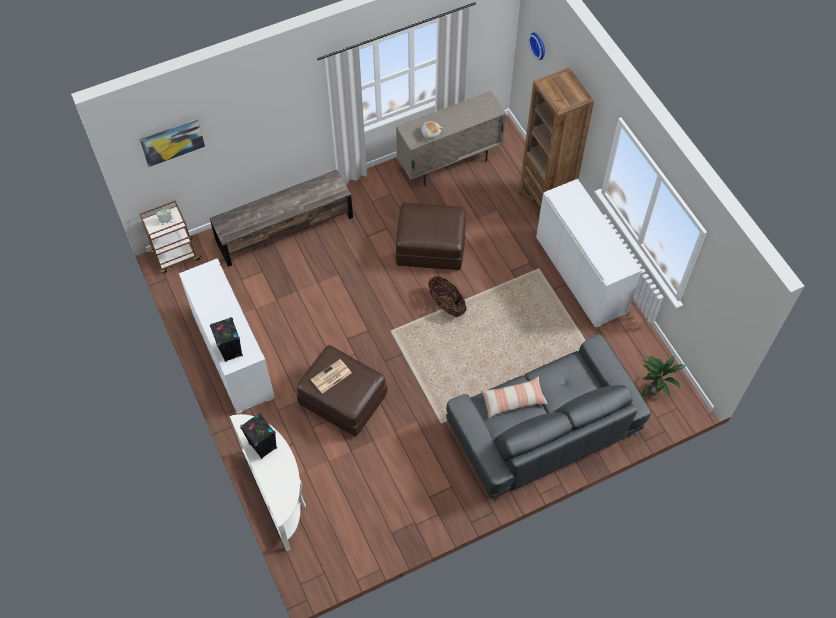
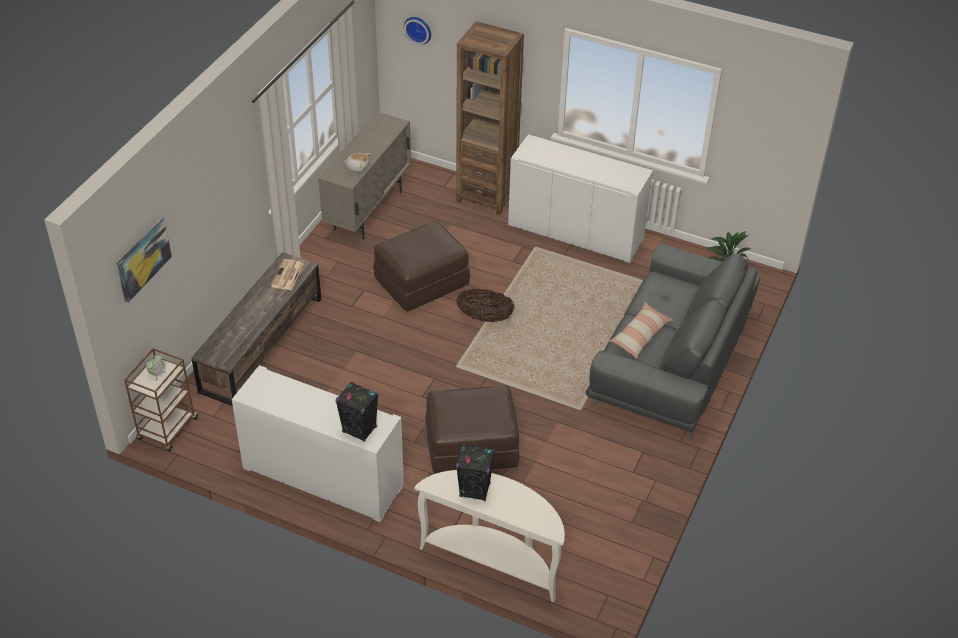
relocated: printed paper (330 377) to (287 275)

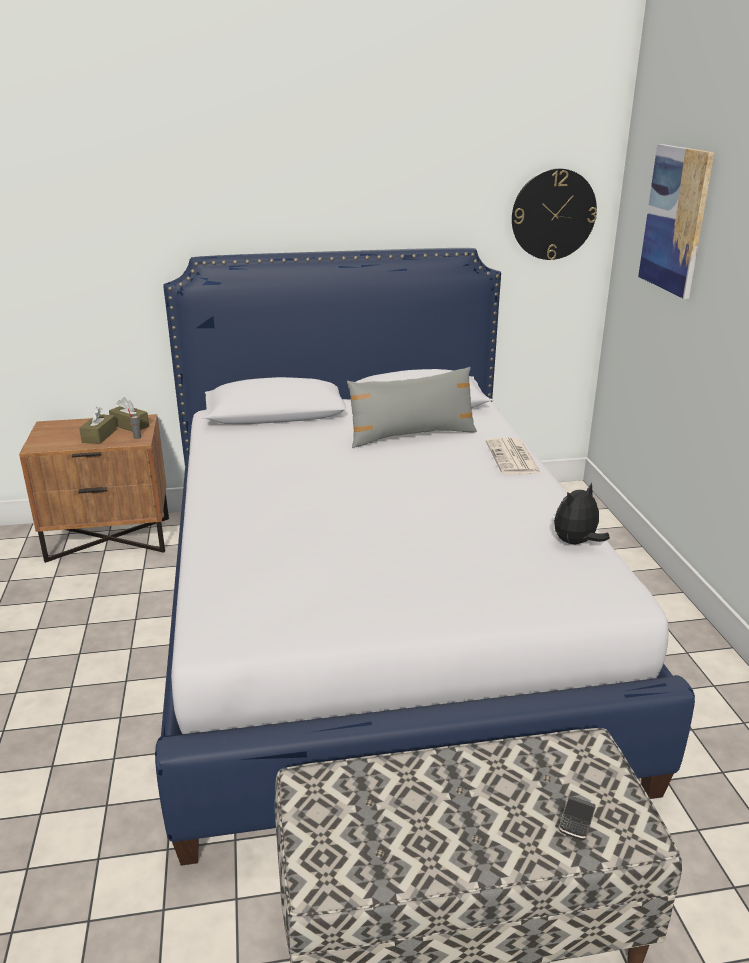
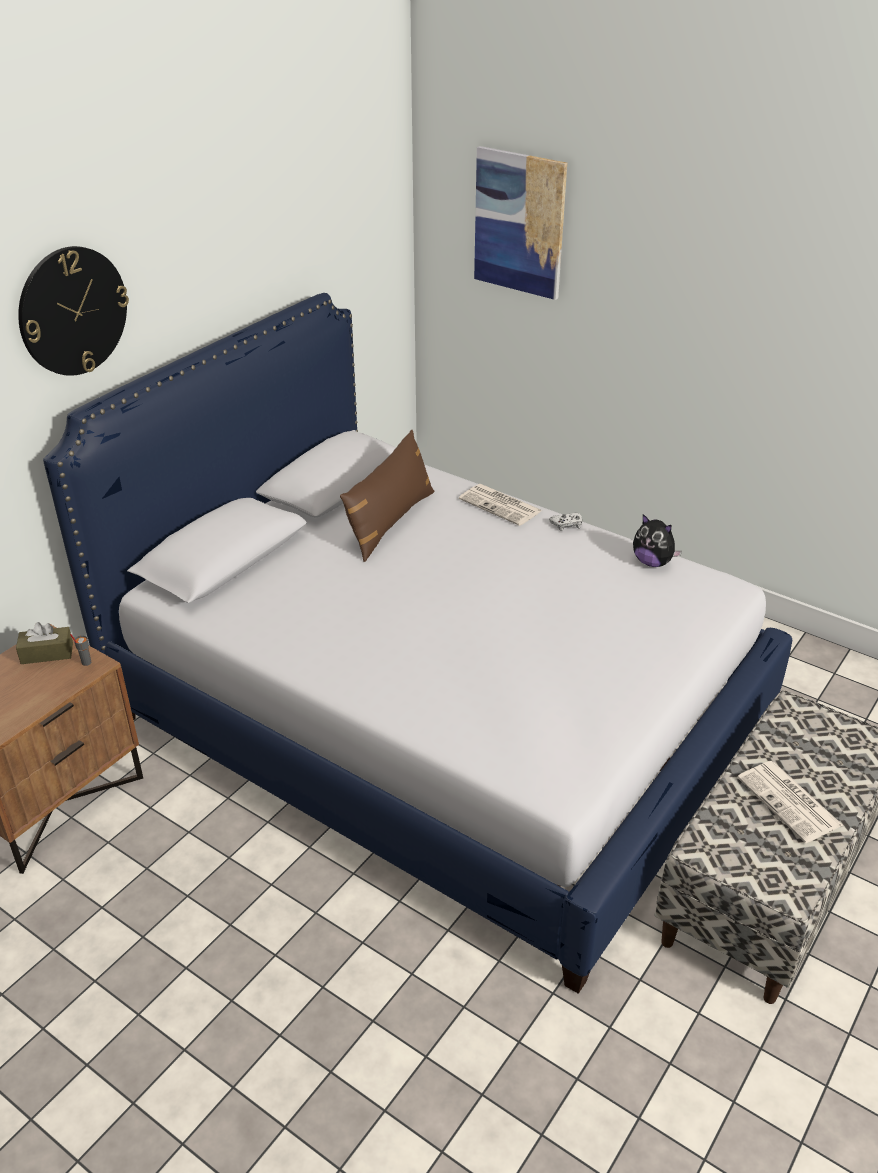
missing: brown-coloured tissue holder (99 436); telephone (576 820)
appeared: whitish game controller (567 525); printed paper (790 802)
relocated: clock on the wall (553 214) to (73 311)
colour: gray cushion (412 435) to brown-coloured cushion (389 522)
spun: cuddly toy (576 543) = (652 562) 60 degrees counterclockwise

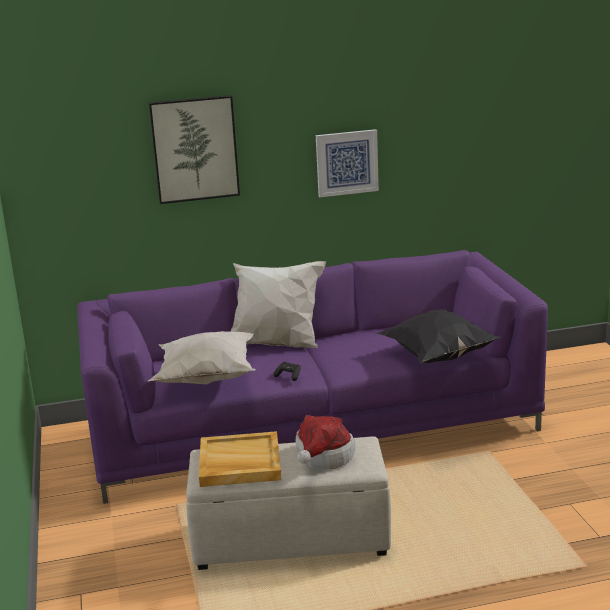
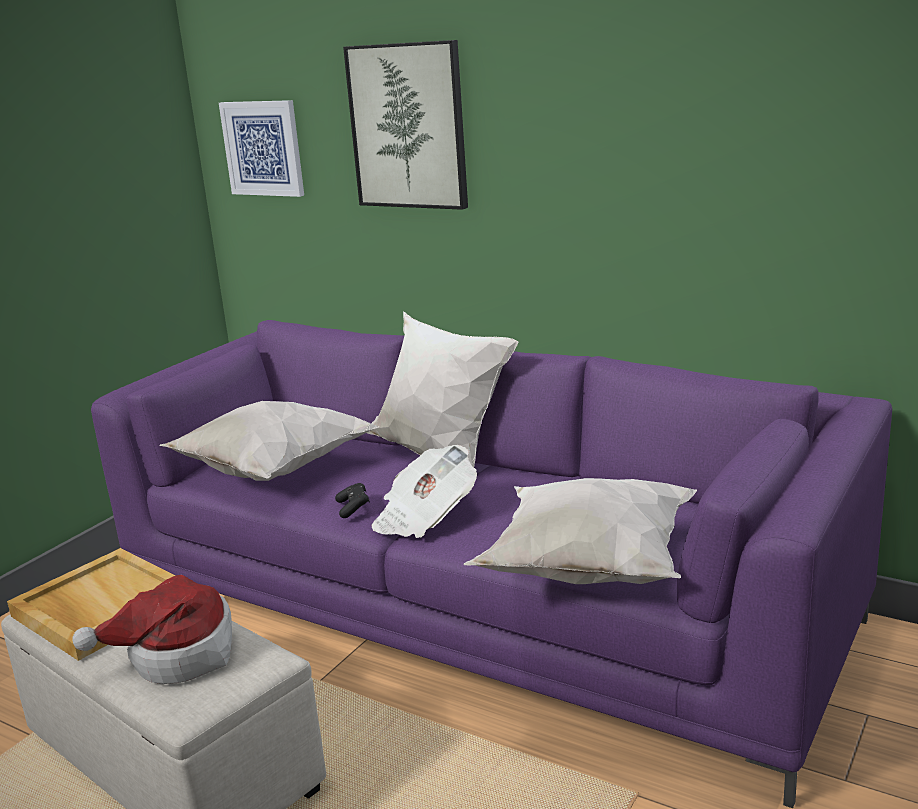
appeared: printed paper (424 518)
relocated: wall art (346 163) to (263 148)
colour: blackish cushion (436 357) to whitish cushion (587 570)

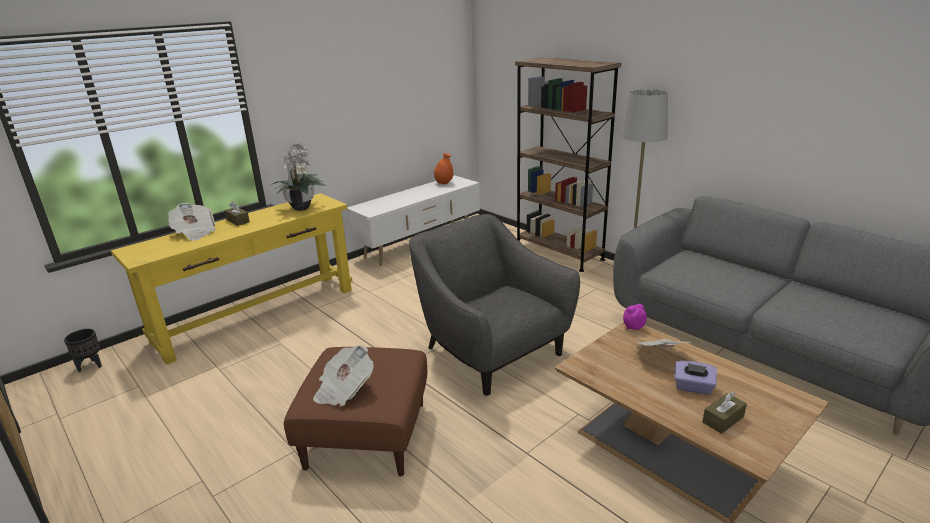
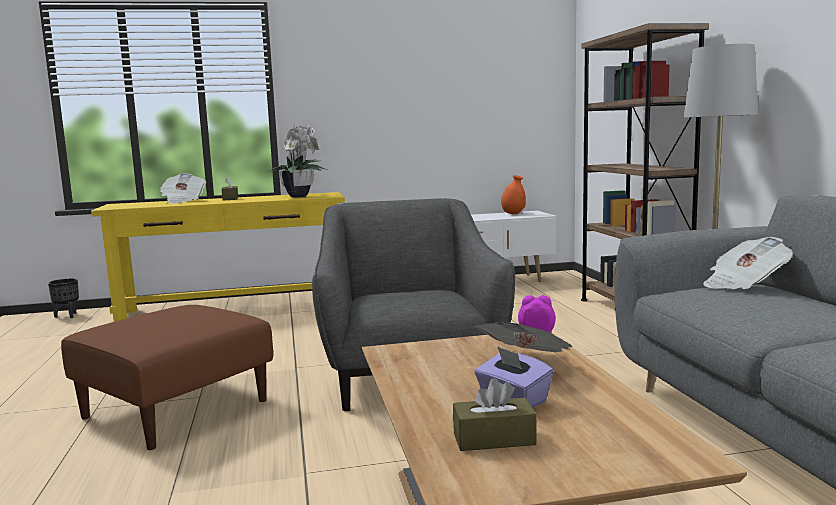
relocated: printed paper (344 389) to (743 284)

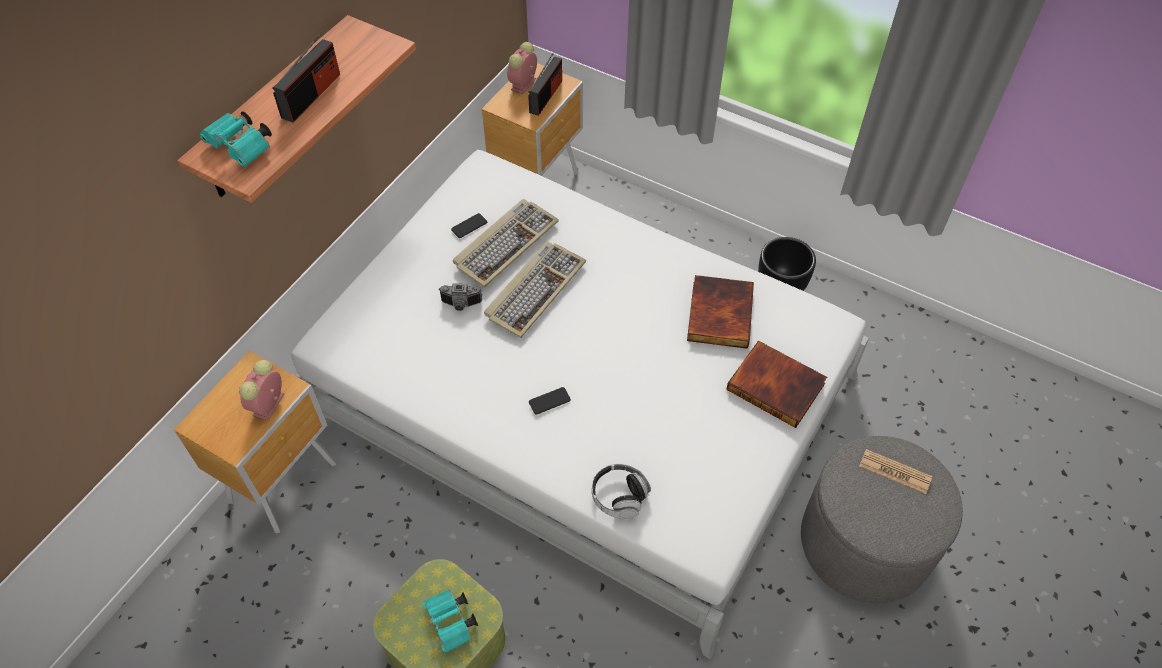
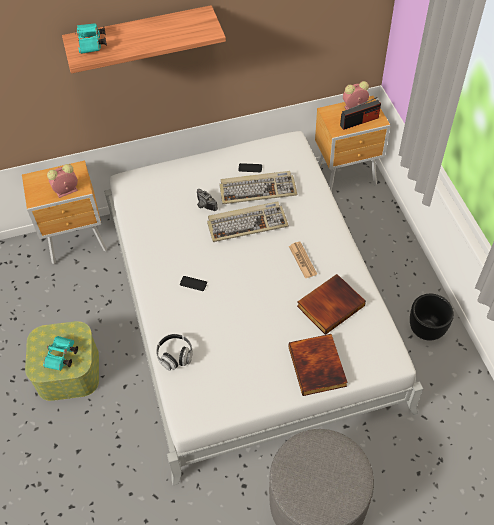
missing: radio set (311 95)
relocated: printed paper (895 472) to (302 260)

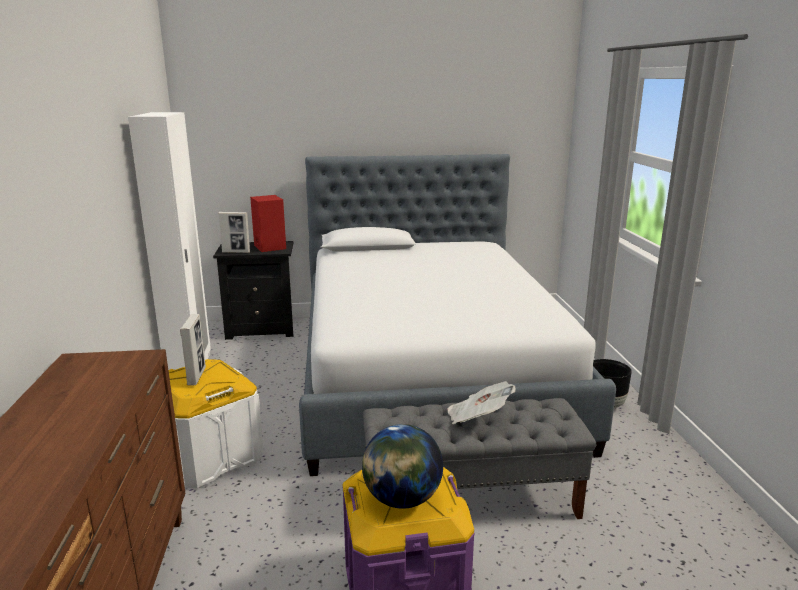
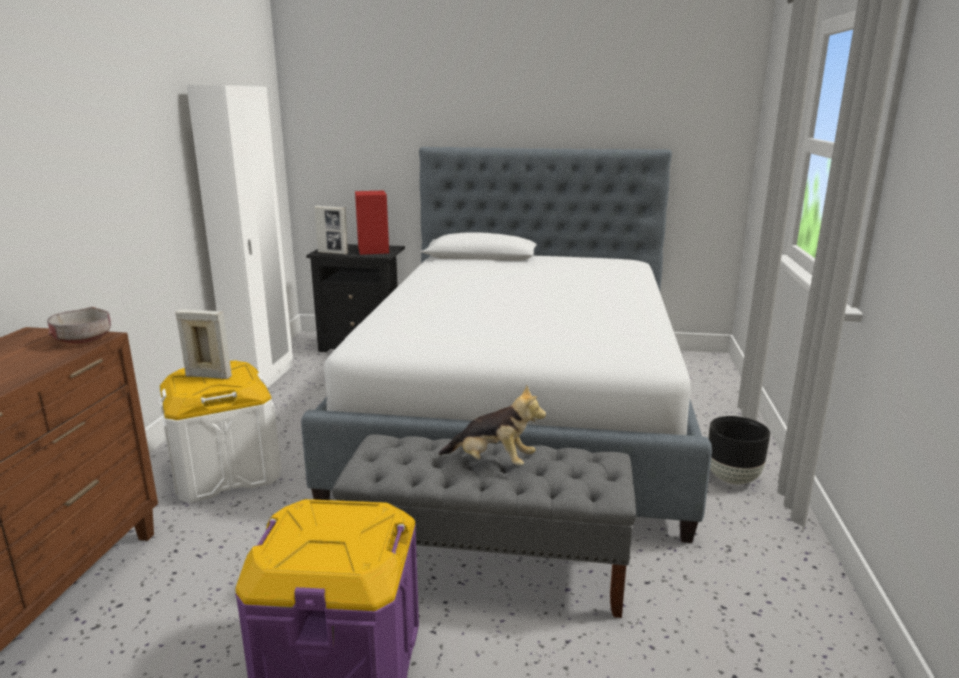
missing: world globe (402 499)
appeared: gray bowl (82 340)
exchanged: printed paper (478 418) to cuddly toy (493 462)
spun: photo frame (196 376) = (208 376) 90 degrees counterclockwise

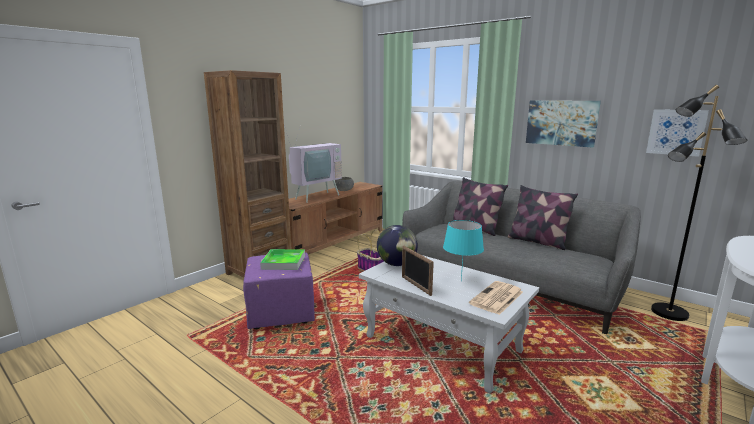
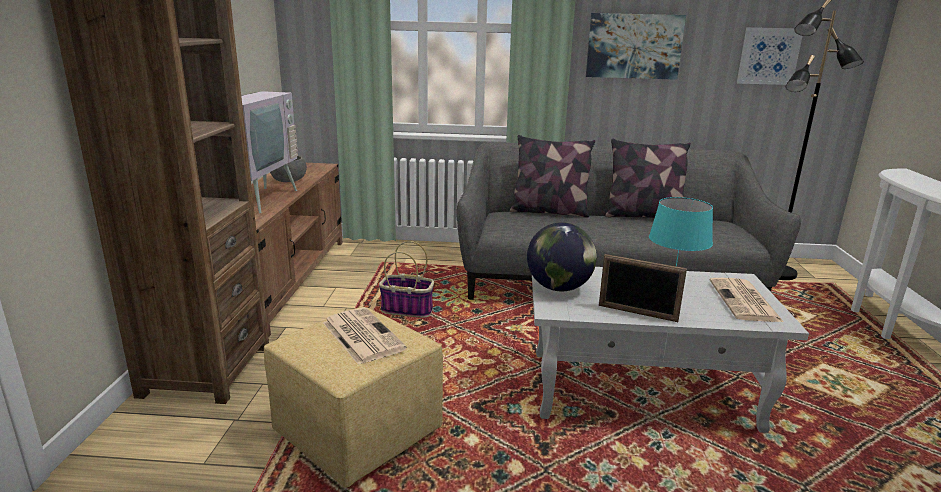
exchanged: serving tray (283 262) to printed paper (361 335)
colour: purple ottoman (280 313) to yellow ottoman (355 435)

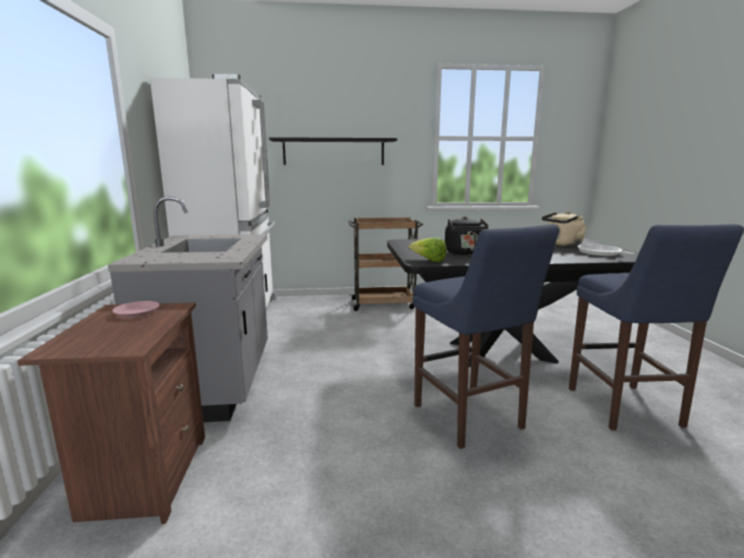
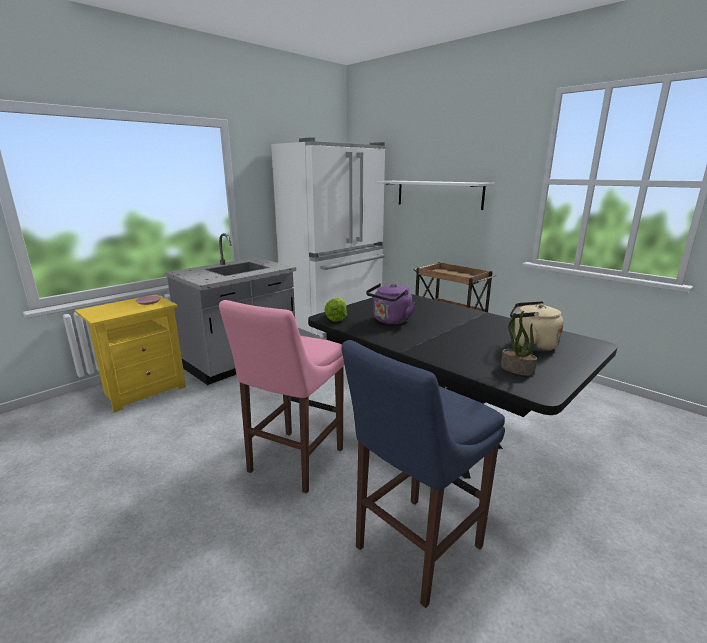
exchanged: pan (601 254) to potted plant (516 369)
colour: blackish wall shelf (333 152) to whitish wall shelf (438 194); blackish kettle (464 253) to purple kettle (390 321); blue sitting stool (470 419) to pink sitting stool (293 462); brown-coloured nightstand (145 476) to yellow nightstand (143 390)

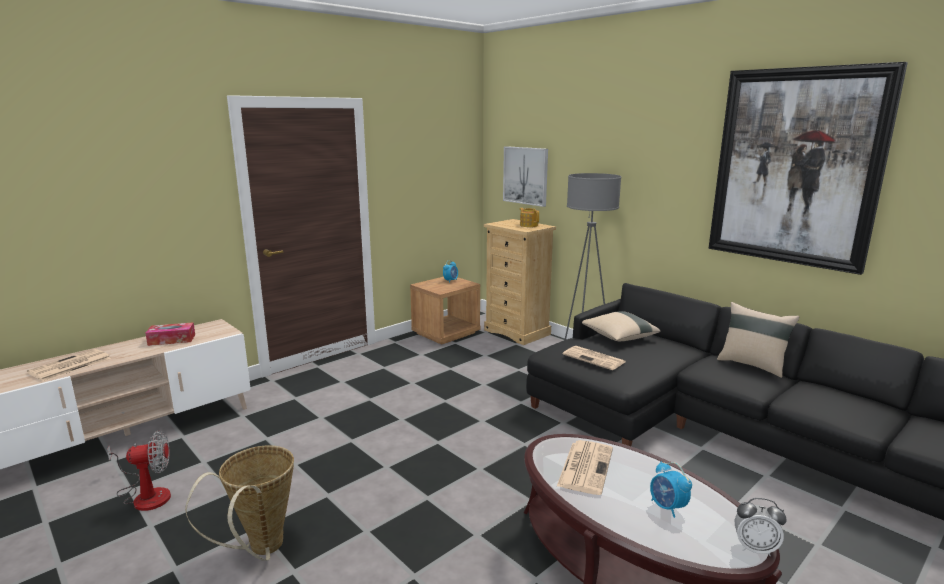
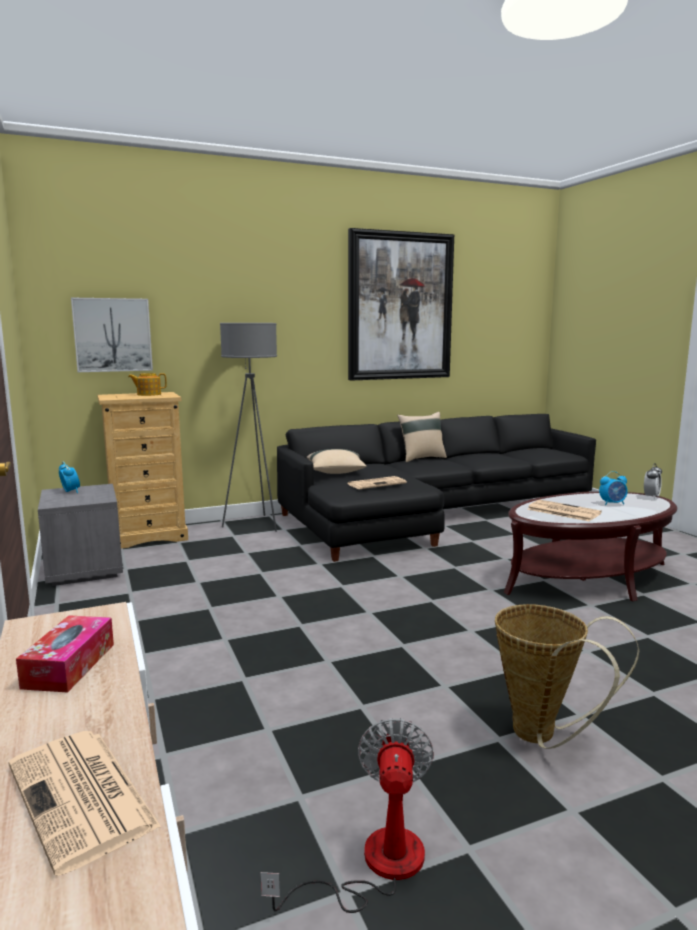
colour: brown-coloured nightstand (446 333) to gray nightstand (84 569)

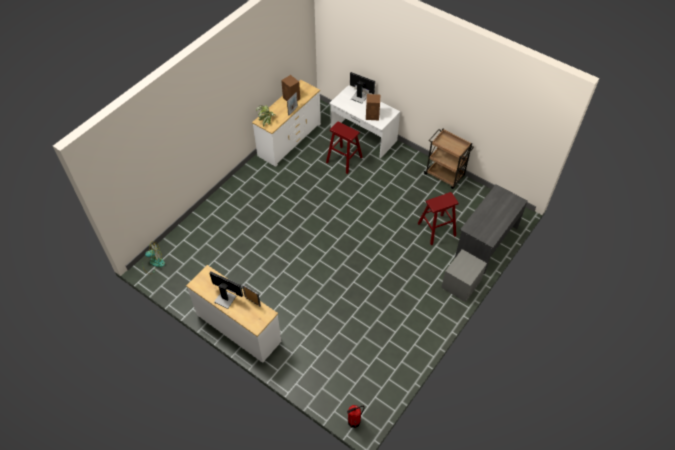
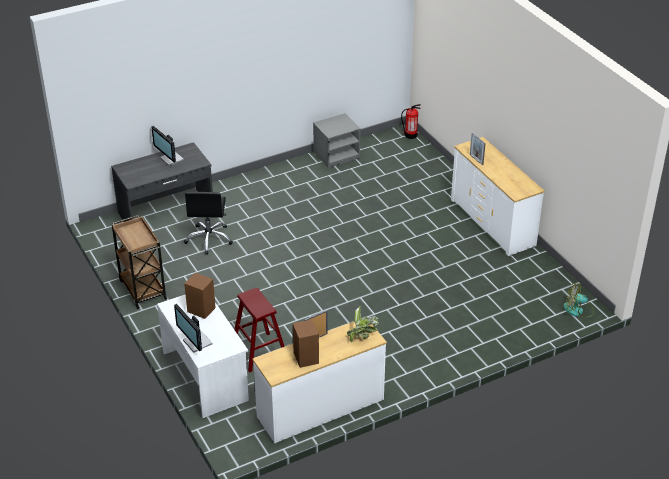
relocated: gray nightstand (461 284) to (336 155); computer screen (225 298) to (171 159)
exchanged: red-coloured sitting stool (436 229) to blackish office chair (209 239)

